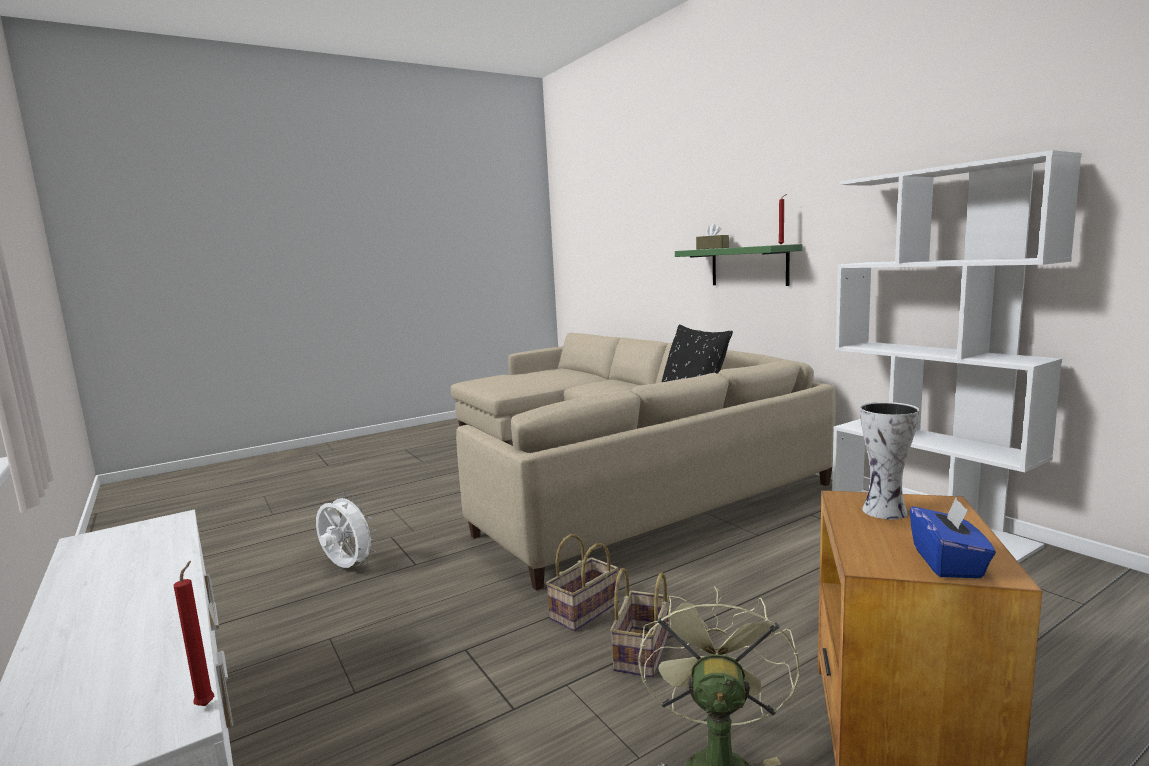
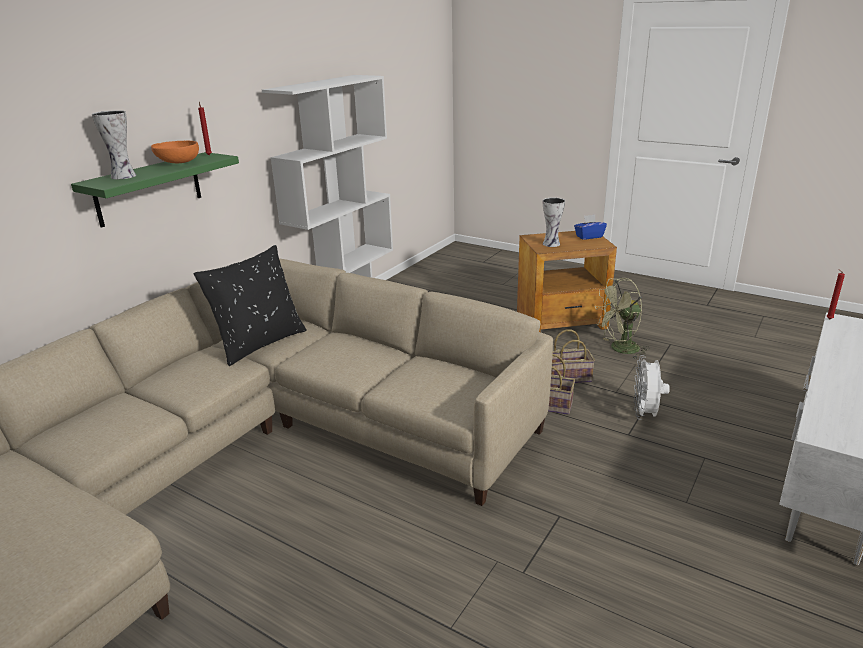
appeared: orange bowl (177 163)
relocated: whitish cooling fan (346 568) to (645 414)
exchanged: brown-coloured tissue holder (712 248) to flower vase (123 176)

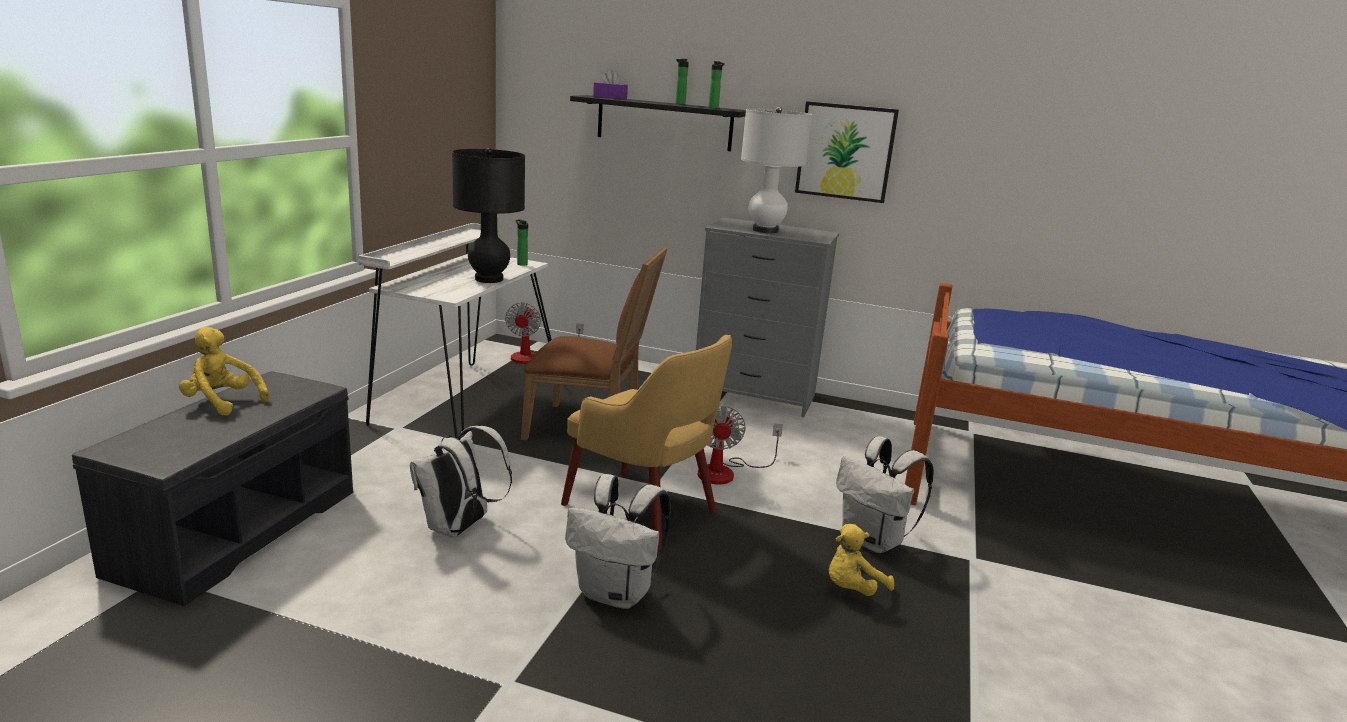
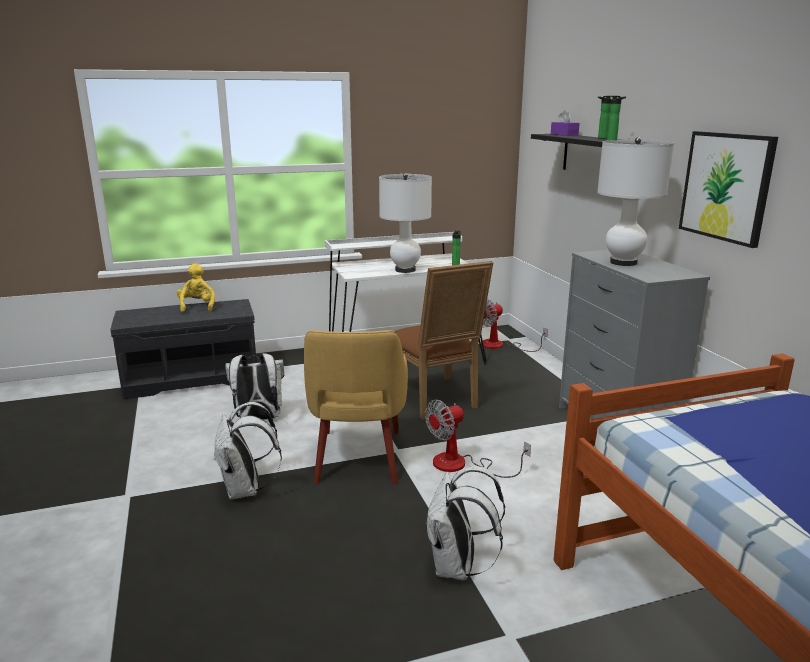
missing: yellow cuddly toy (852 589)
colour: blackish lamp for a table (489 279) to whitish lamp for a table (405 270)

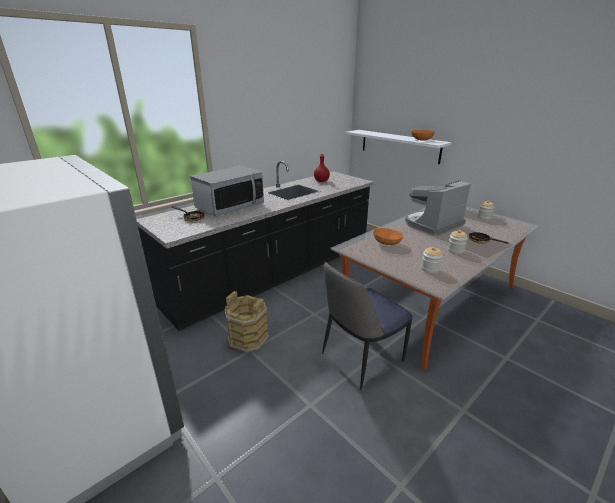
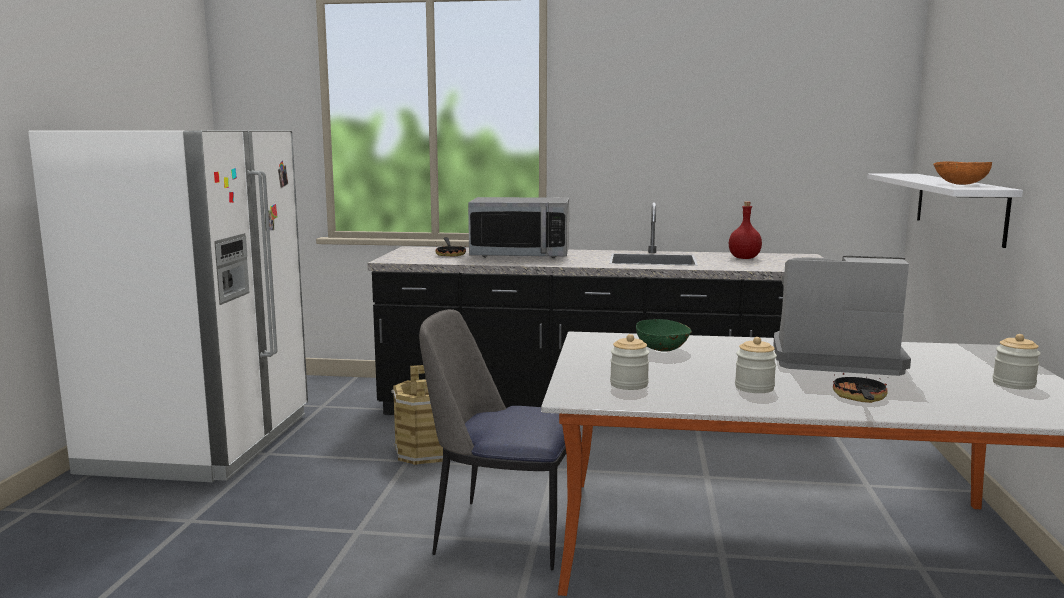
colour: orange bowl (387 243) to greenish bowl (663 350)

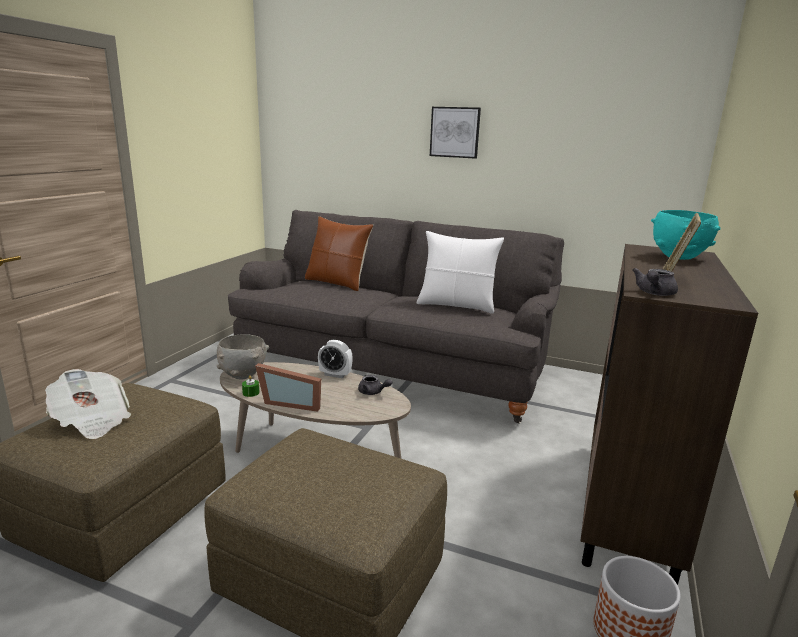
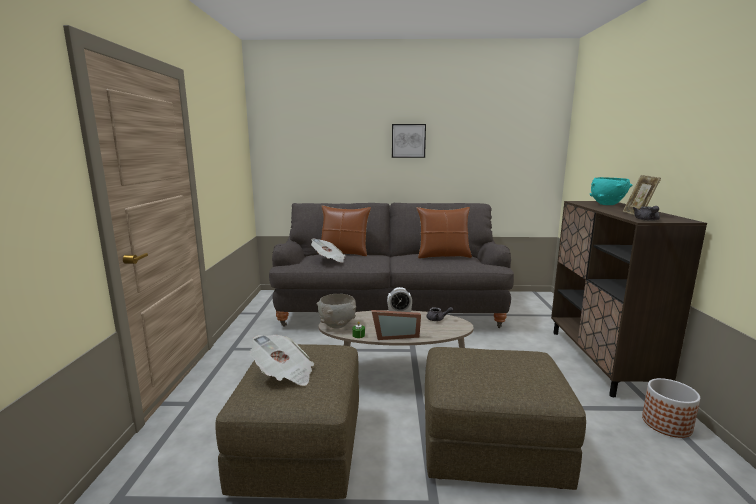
appeared: printed paper (329 259)
colour: whitish cushion (456 305) to brown-coloured cushion (443 256)

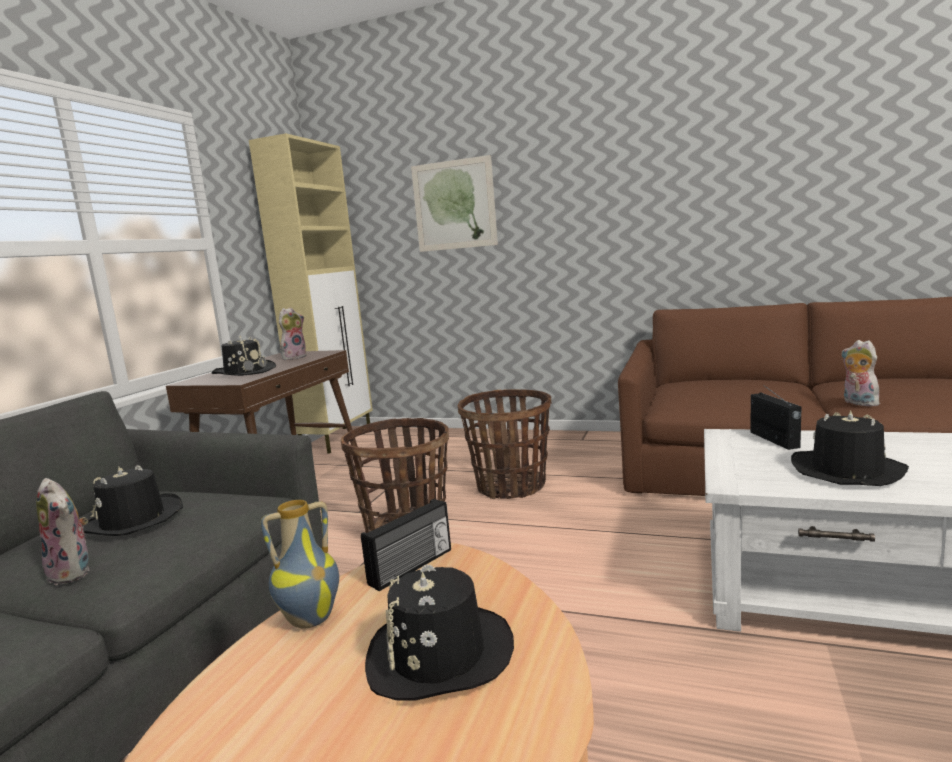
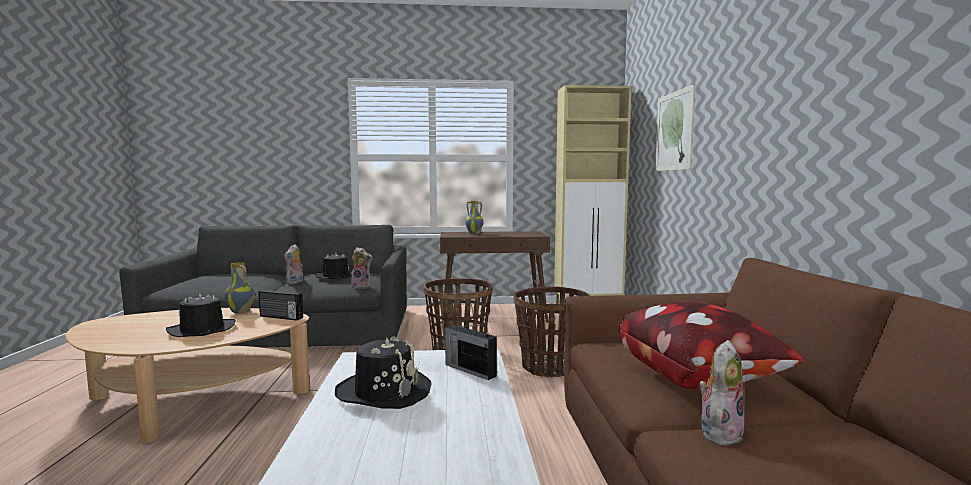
appeared: cushion (697 378)
relocated: cuddly toy (294 358) to (362 286)
exchanged: blackish hat (244 371) to flower vase (474 234)
spun: radio set (774 440) = (469 370) 75 degrees clockwise

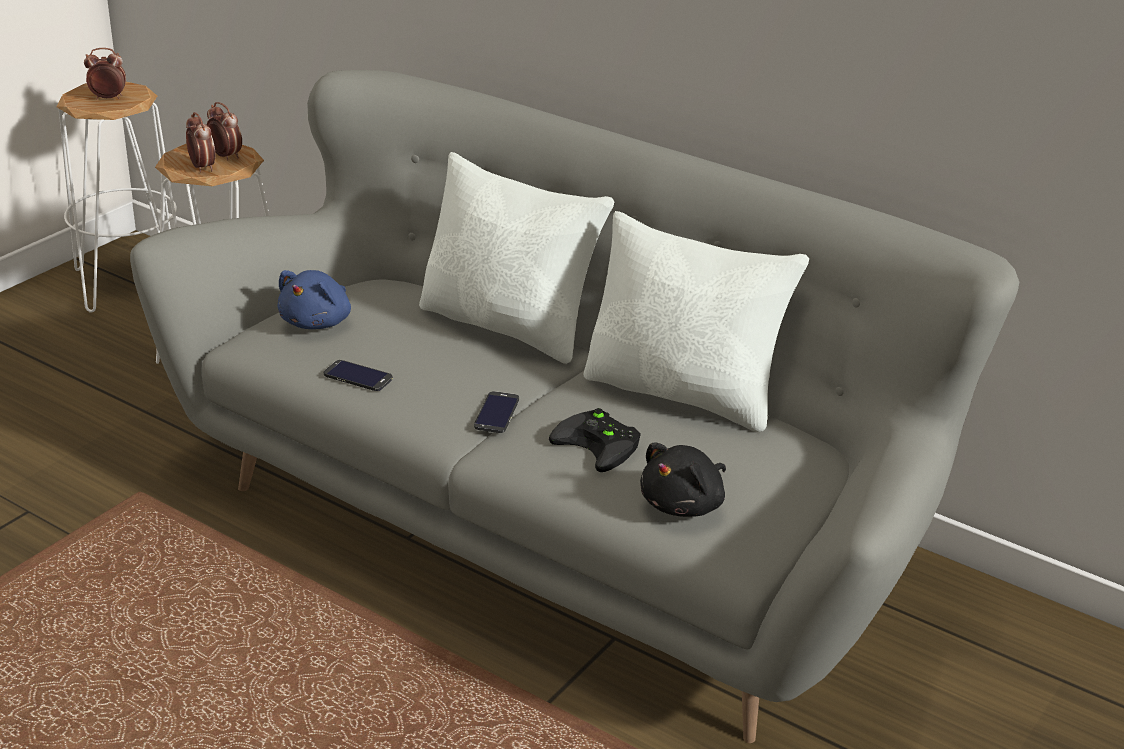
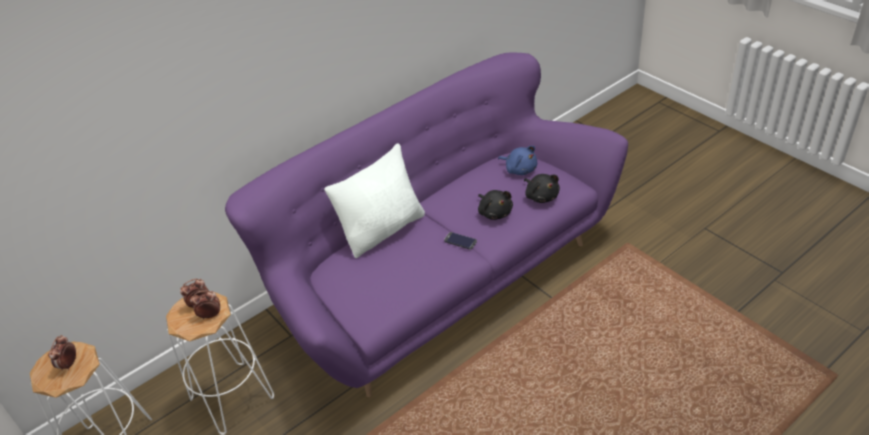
missing: whitish cushion (684 393); telephone (358 376)
relocated: blue cuddly toy (318 322) to (519 169)
exchanged: blackish game controller (601 445) to blackish cuddly toy (494 212)
colour: gray sofa (556 530) to purple sofa (441 279)

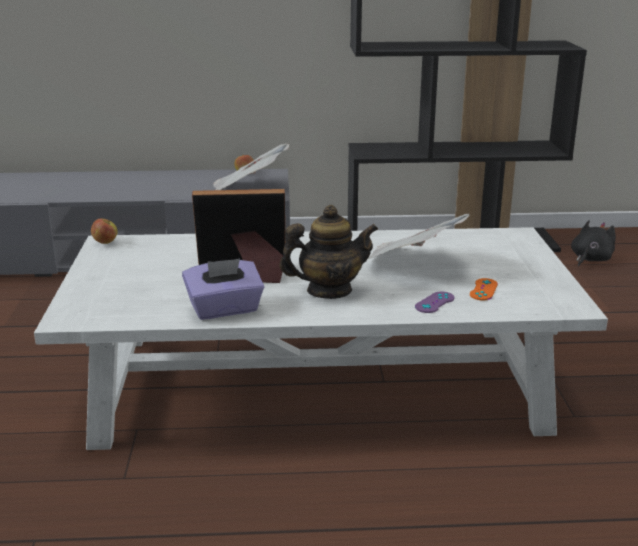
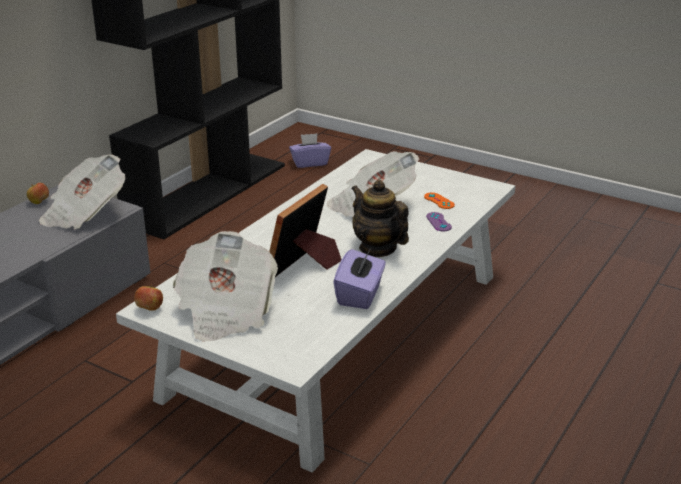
appeared: printed paper (225 311)
exchanged: blackish cuddly toy (590 259) to purple tissue holder (310 163)
spun: teapot (329 291) = (377 248) 60 degrees counterclockwise

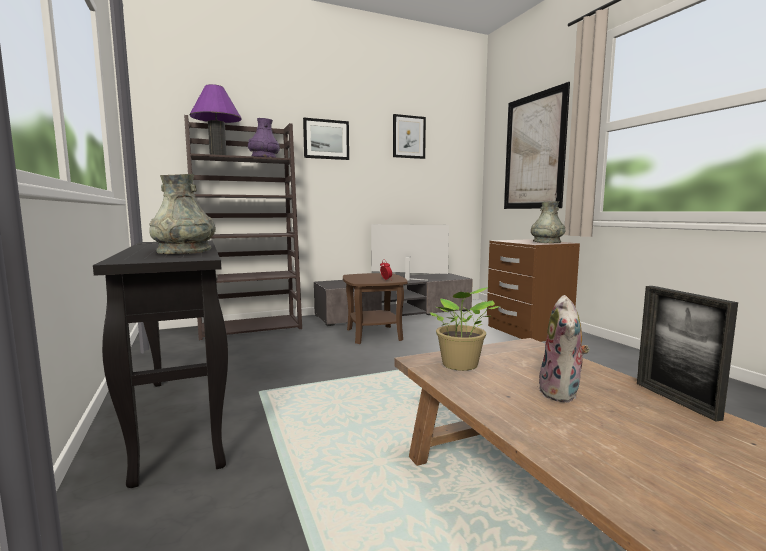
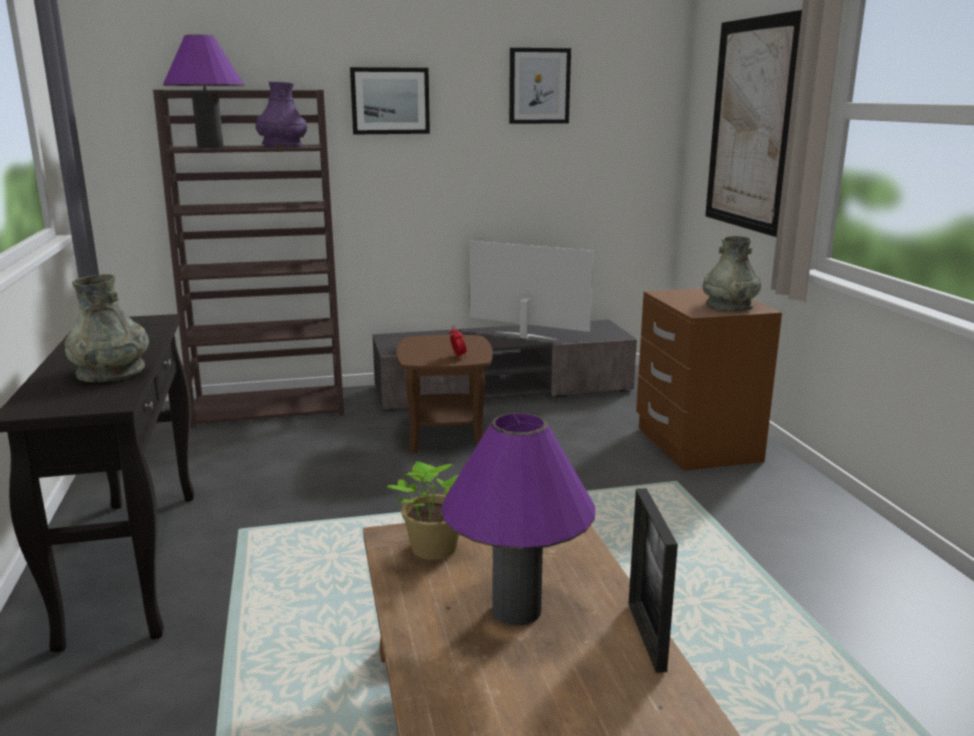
exchanged: cuddly toy (562 393) to purple lamp for a table (516 610)

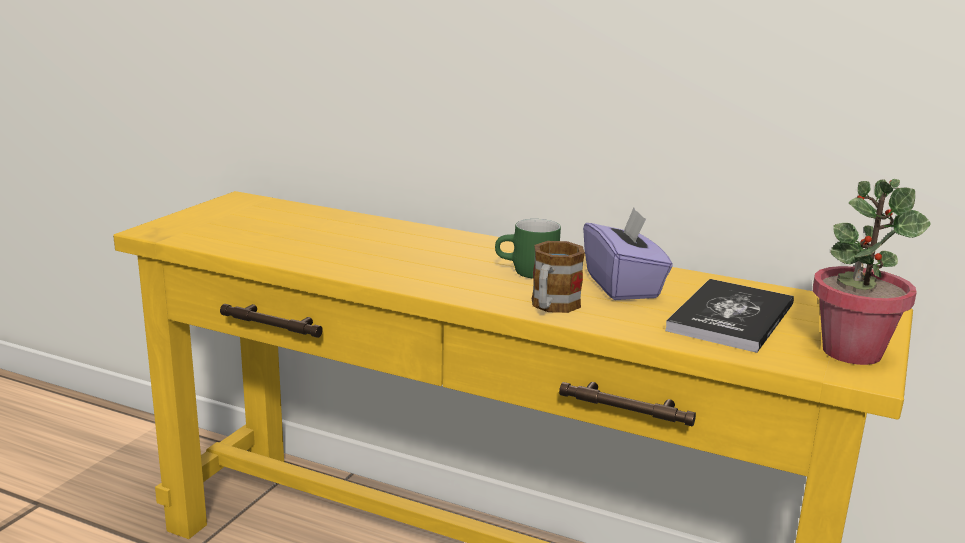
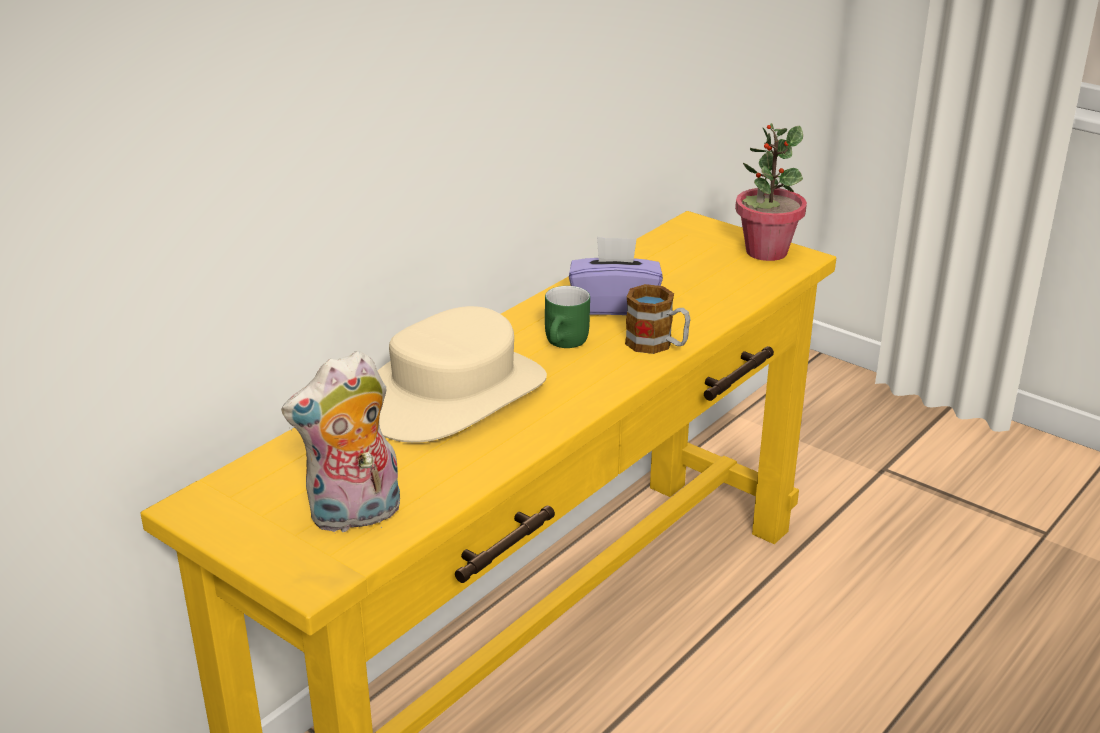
missing: bound book (731 317)
appeared: sand-coloured hat (454 394); cuddly toy (354 516)

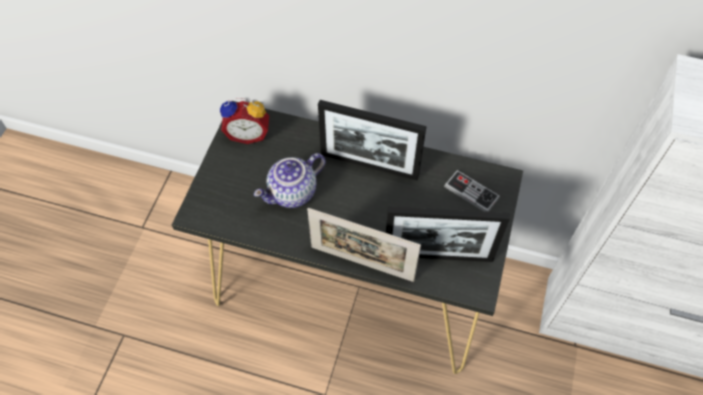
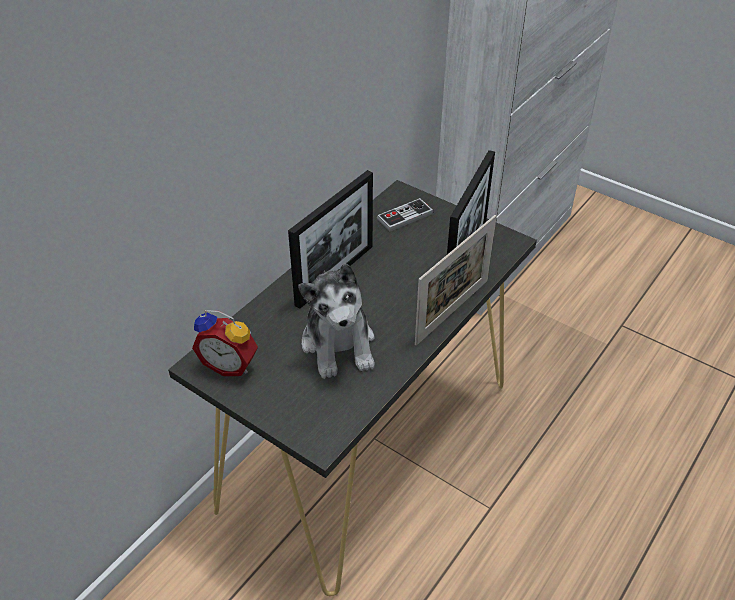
exchanged: teapot (293 193) to cuddly toy (339 344)
spun: table clock (248 133) = (230 364) 90 degrees clockwise

